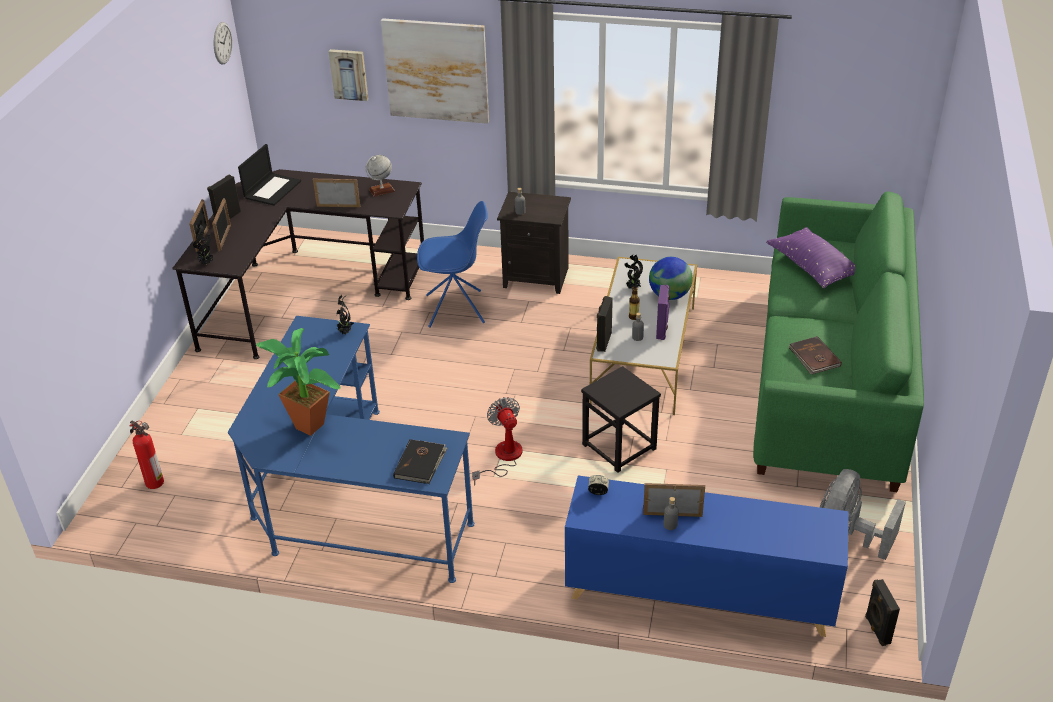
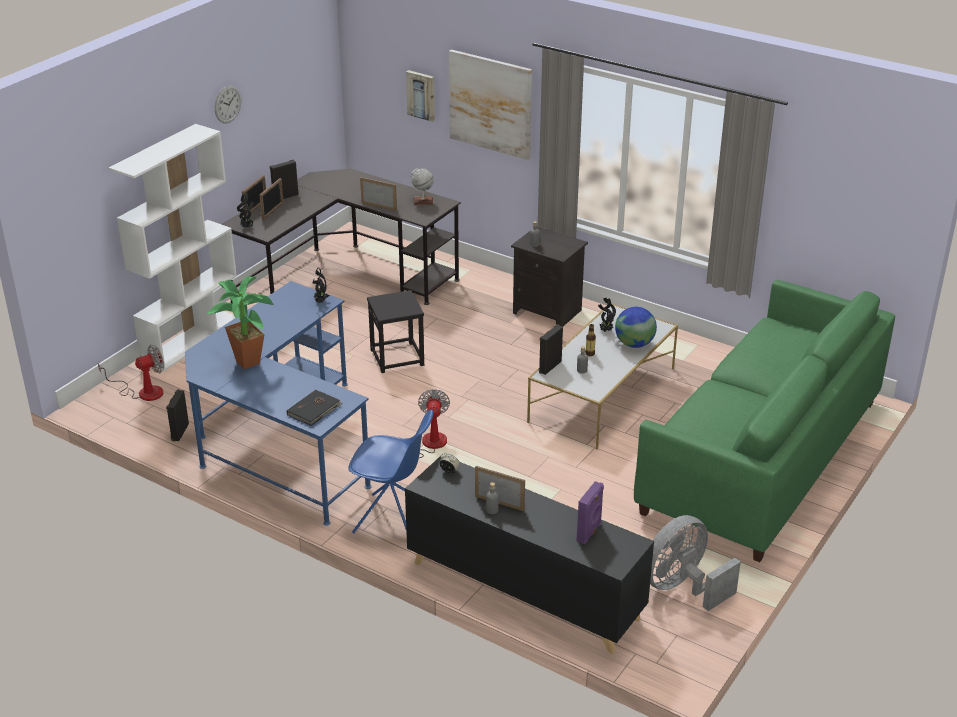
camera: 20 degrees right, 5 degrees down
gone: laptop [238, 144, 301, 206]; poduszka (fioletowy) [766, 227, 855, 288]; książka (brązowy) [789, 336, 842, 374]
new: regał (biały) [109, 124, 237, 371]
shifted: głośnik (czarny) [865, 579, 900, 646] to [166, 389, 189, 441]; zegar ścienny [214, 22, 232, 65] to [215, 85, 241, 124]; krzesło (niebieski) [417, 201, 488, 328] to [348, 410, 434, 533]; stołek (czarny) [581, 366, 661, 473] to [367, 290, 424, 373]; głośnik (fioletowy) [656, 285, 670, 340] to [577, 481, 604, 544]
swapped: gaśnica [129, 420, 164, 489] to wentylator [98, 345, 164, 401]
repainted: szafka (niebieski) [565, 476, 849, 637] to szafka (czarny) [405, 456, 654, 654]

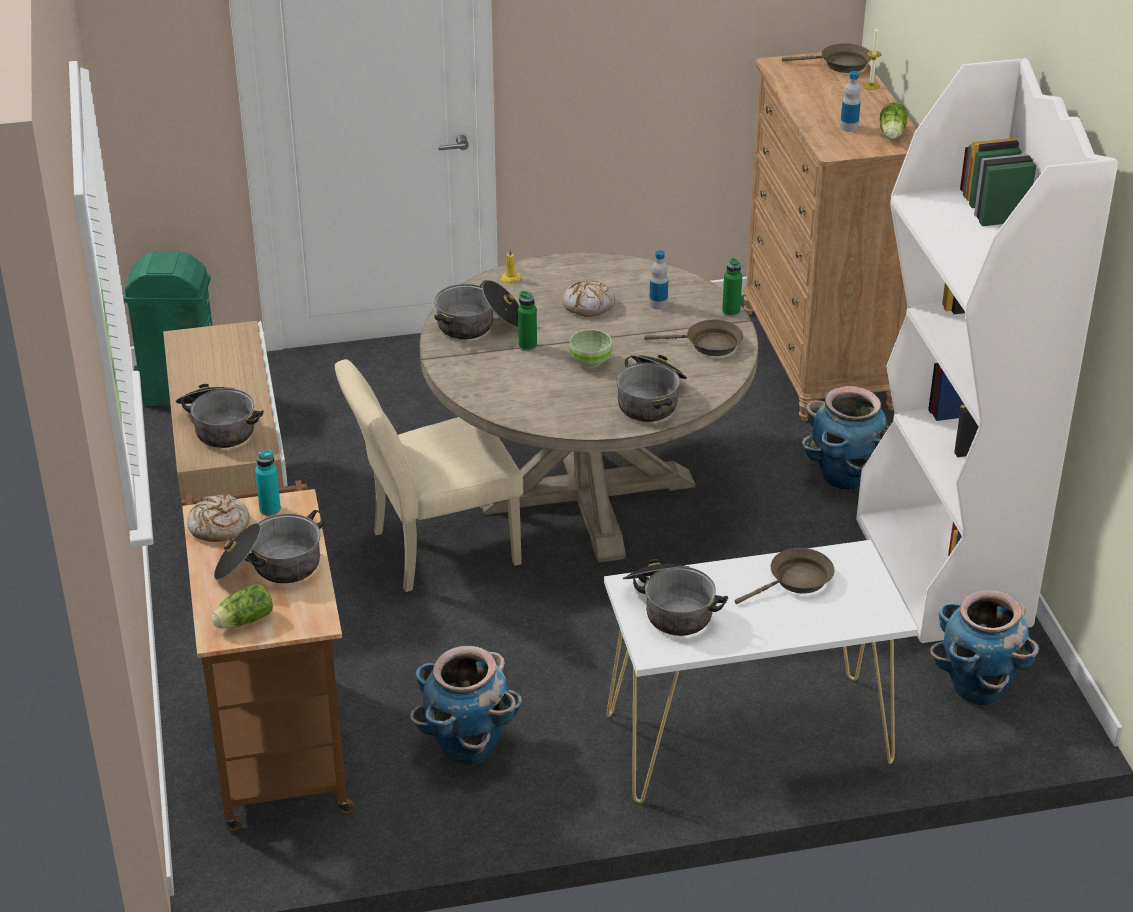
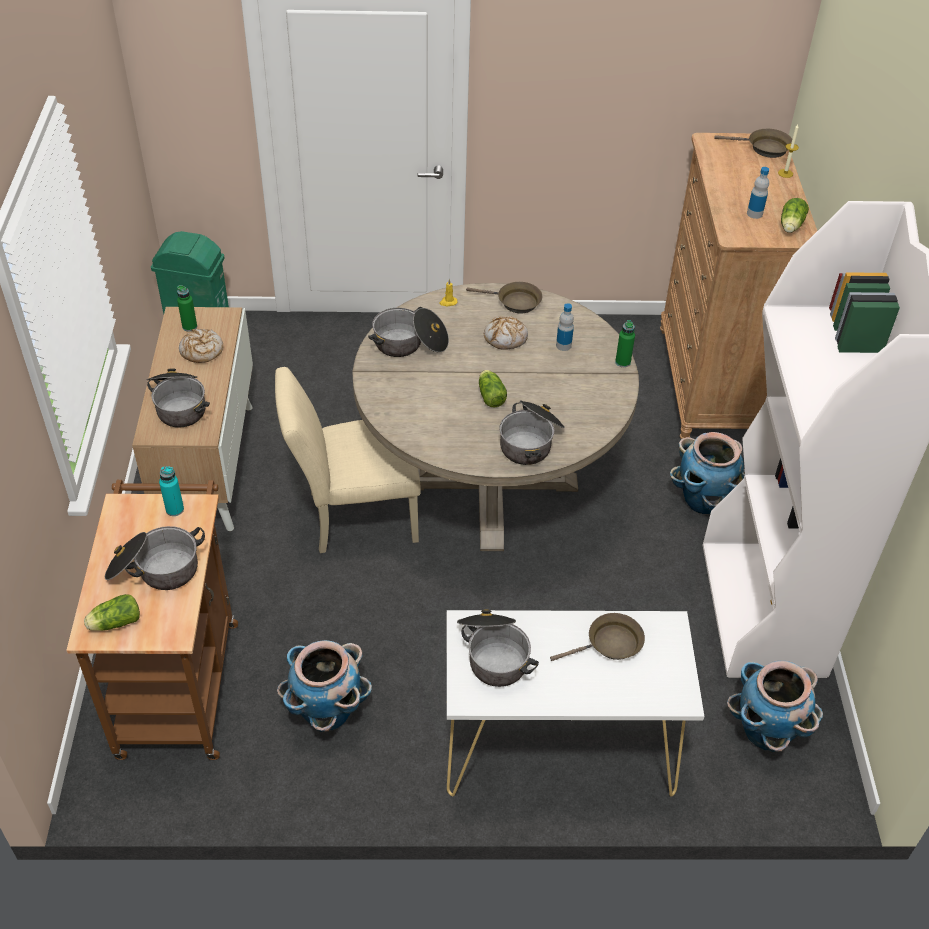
camera: 10 degrees right, 10 degrees up
shifted: butelka (zielony) [518, 291, 537, 351] to [177, 285, 197, 331]; chleb [187, 494, 250, 542] to [179, 329, 223, 363]; patelnia (brązowy) [644, 320, 743, 356] to [466, 282, 542, 313]
swapped: miska (zielony) [569, 329, 613, 368] to sałata [479, 370, 507, 407]

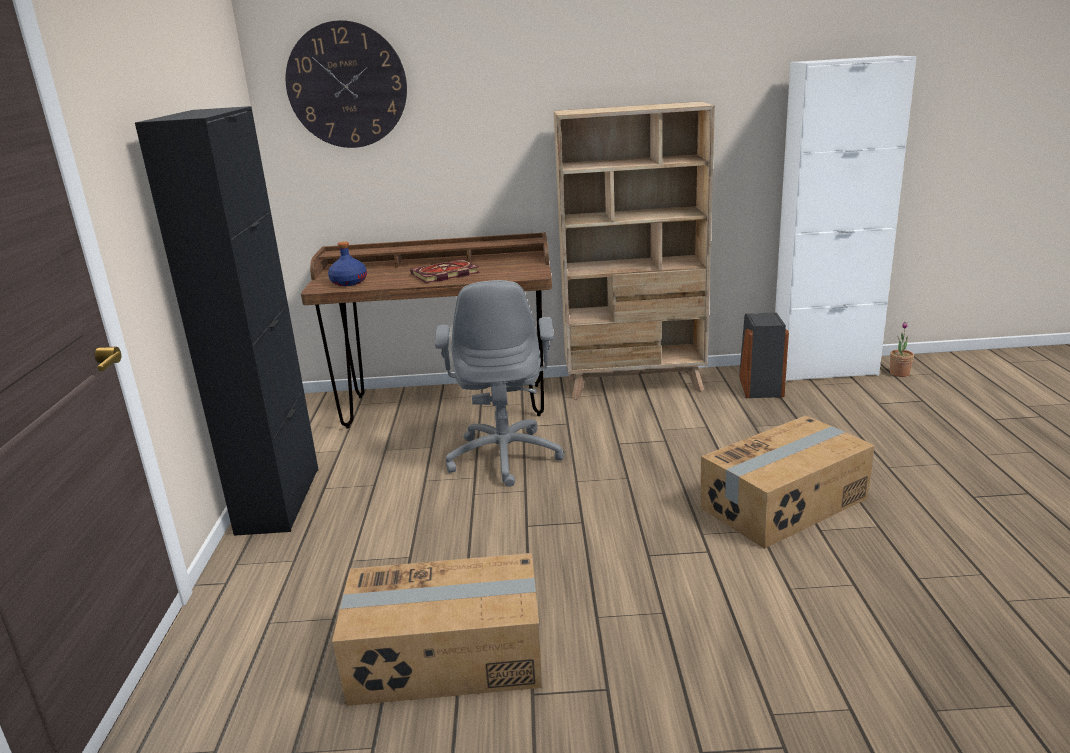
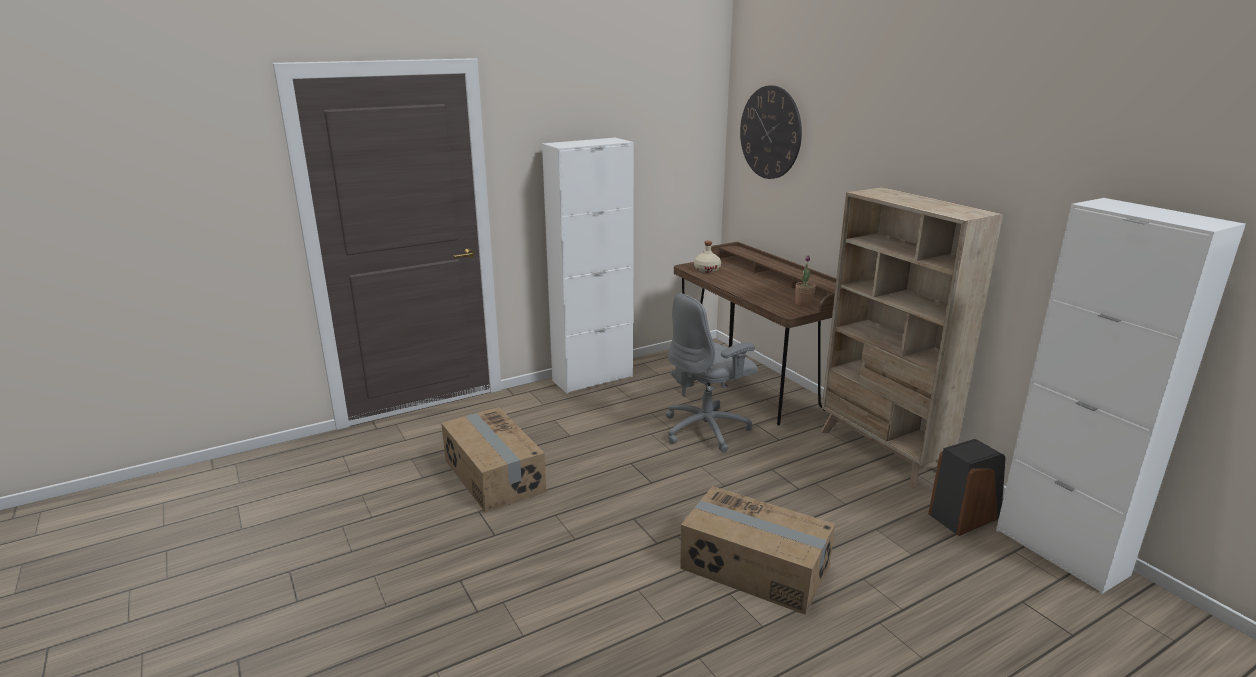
camera: 60 degrees right, 0 degrees up
gone: książka [410, 259, 479, 283]
shifted: roślina doniczkowa [890, 322, 914, 377] to [795, 255, 816, 307]
repainted: szafka (czarny) [135, 106, 319, 536] to szafka (biały) [542, 138, 634, 393]; butelka (niebieski) [328, 241, 367, 286] to butelka (beżowy) [694, 241, 721, 273]

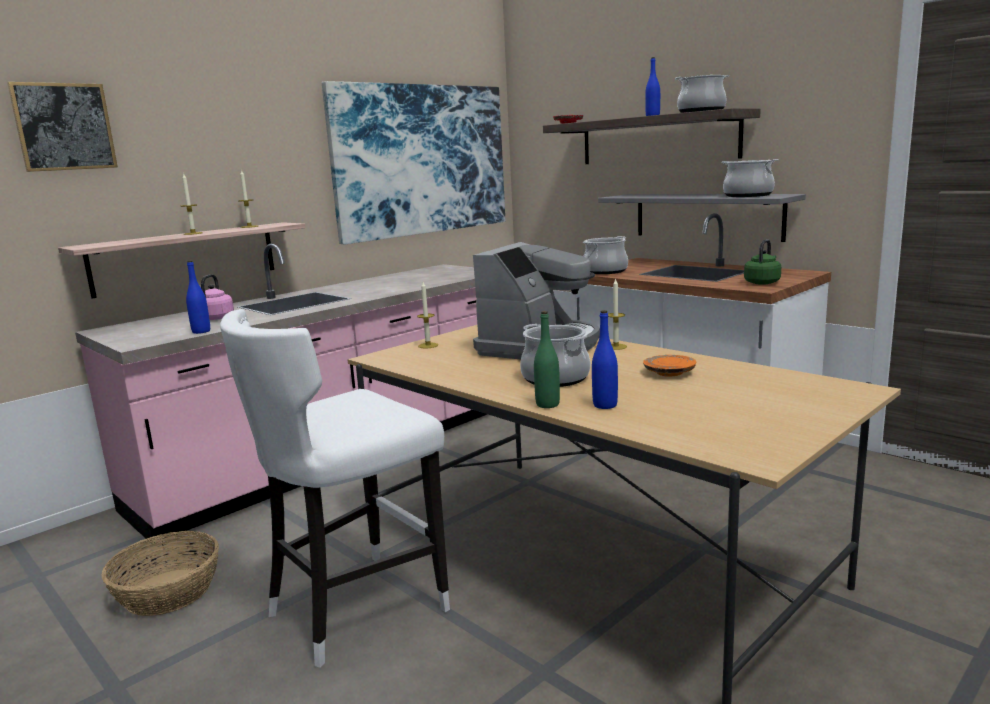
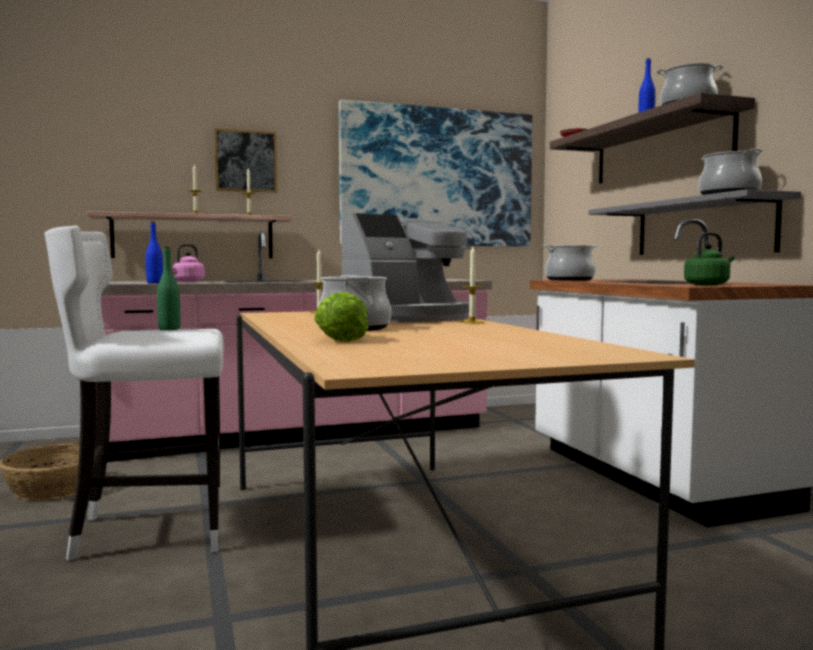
camera: 25 degrees right, 10 degrees down
gone: talerz (pomarańczowy) [643, 355, 696, 376]
shifted: butelka (zielony) [534, 311, 560, 408] to [157, 247, 180, 330]; obraz [7, 82, 118, 172] to [214, 128, 277, 193]
swapped: butelka (niebieski) [592, 310, 618, 409] to sałata [314, 292, 369, 342]

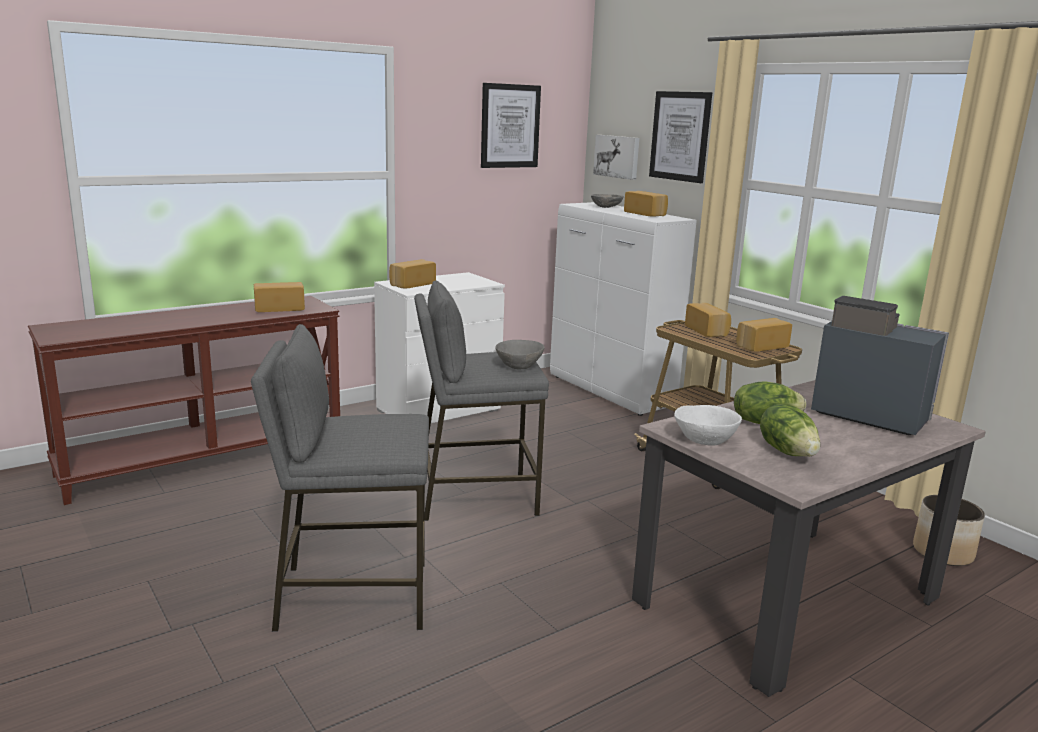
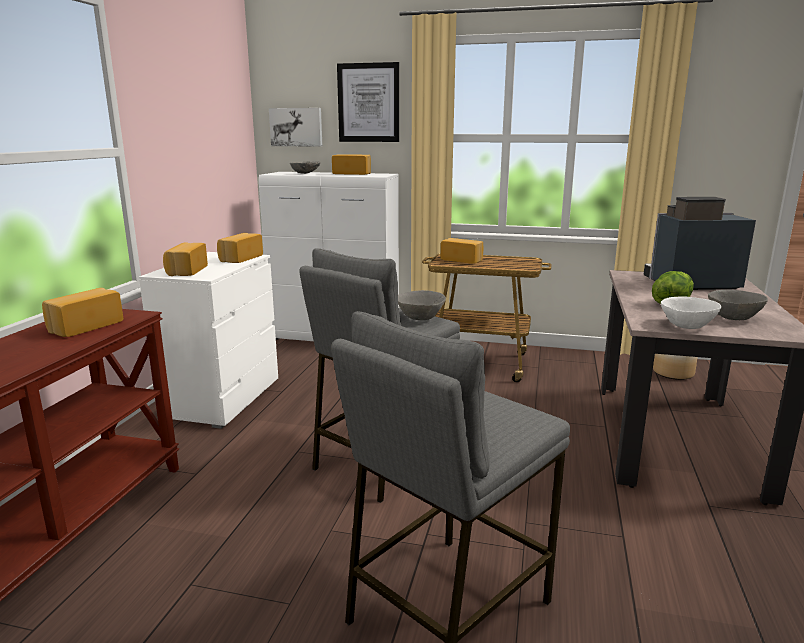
camera: 40 degrees left, 0 degrees up
gone: obraz [481, 83, 541, 168]
shifted: chleb [736, 318, 792, 352] to [217, 233, 263, 263]
swapped: sałata [760, 404, 820, 457] to miska (szary) [708, 290, 768, 320]

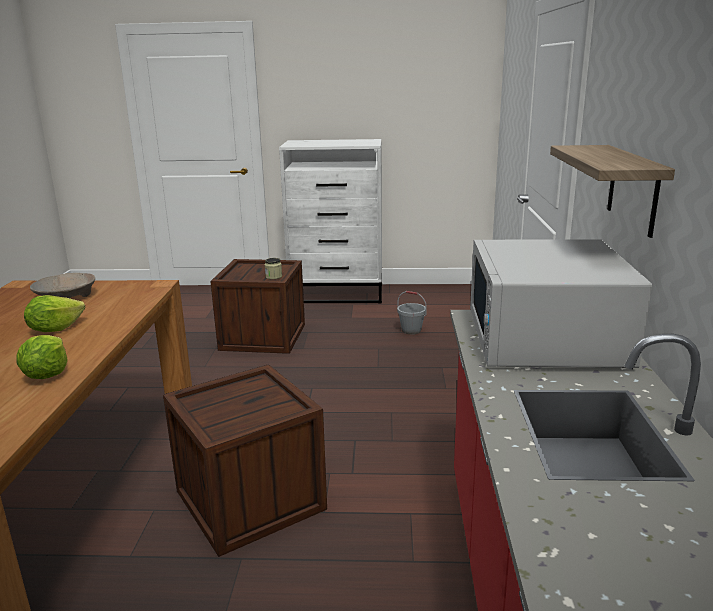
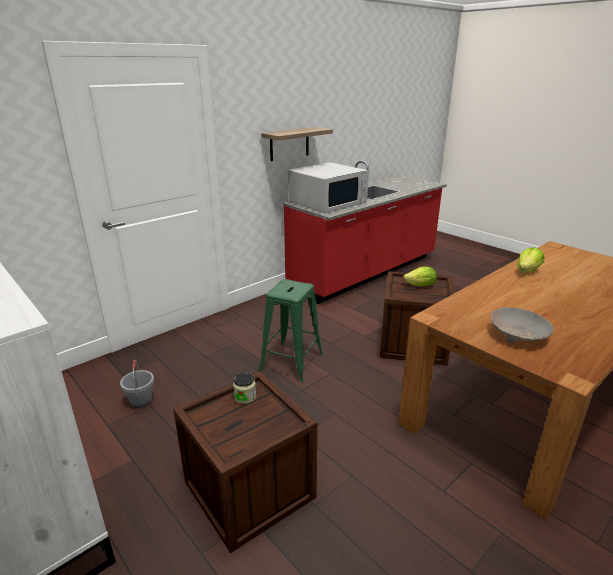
camera: 135 degrees left, 5 degrees up
new: stołek (zielony) [258, 279, 323, 383]
shifted: sałata [24, 295, 85, 332] to [403, 266, 437, 287]

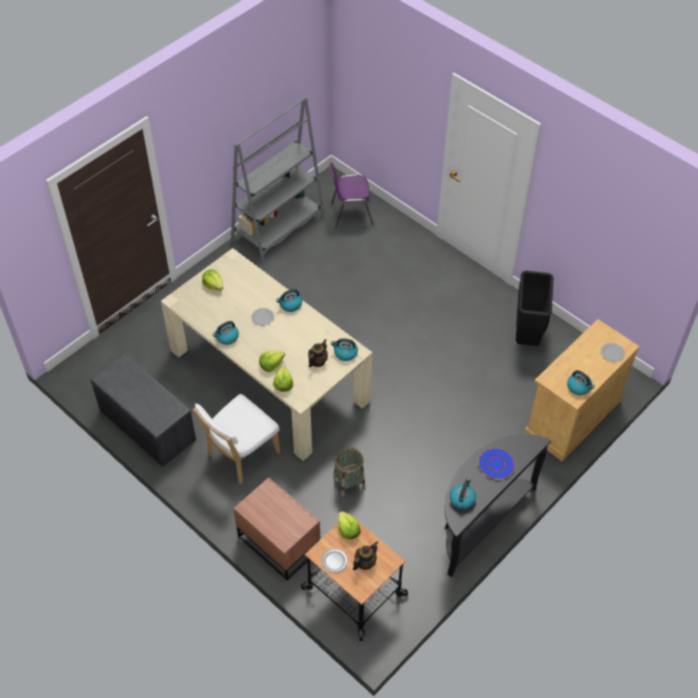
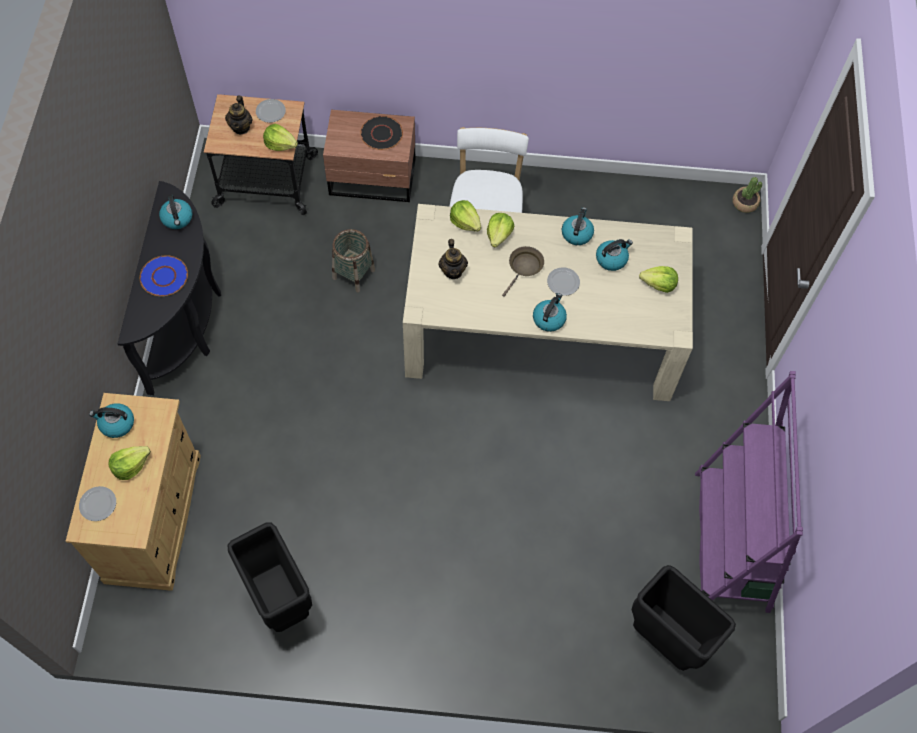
camera: 140 degrees right, 10 degrees up
gone: ławka (szary) [90, 354, 196, 467]
new: sałata [109, 446, 151, 480]; talerz (czarny) [360, 116, 403, 150]; patelnia (brązowy) [502, 246, 544, 297]; roślina doniczkowa [732, 177, 762, 213]
shifted: czajnik [331, 338, 358, 361] to [596, 239, 633, 271]
swapped: krzesło (fioletowy) [330, 162, 374, 228] to kosz na śmieci (czarny) [631, 565, 736, 671]
repainted: regał (szary) [231, 97, 325, 263] to regał (fioletowy) [695, 371, 803, 613]

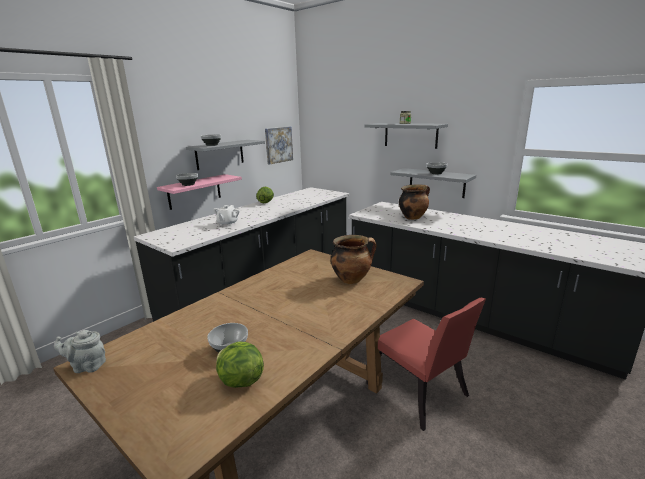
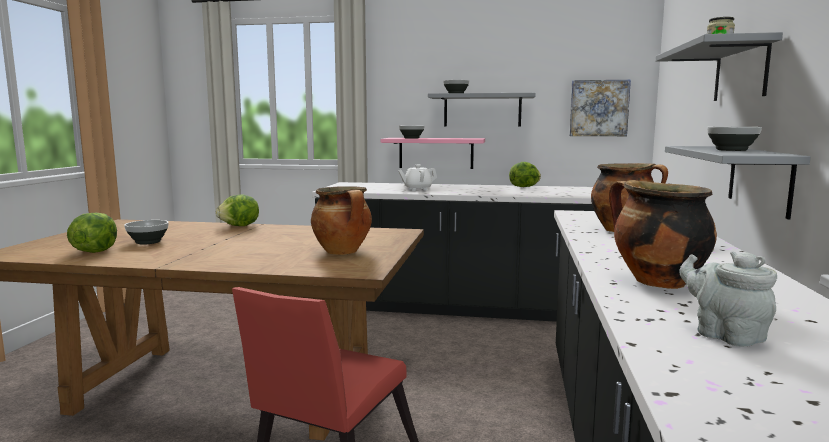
camera: 60 degrees right, 10 degrees down
new: sałata [216, 195, 259, 226]; garnek [609, 180, 717, 289]
shifted: imbryk (szary) [54, 330, 106, 373] to [679, 252, 777, 347]

